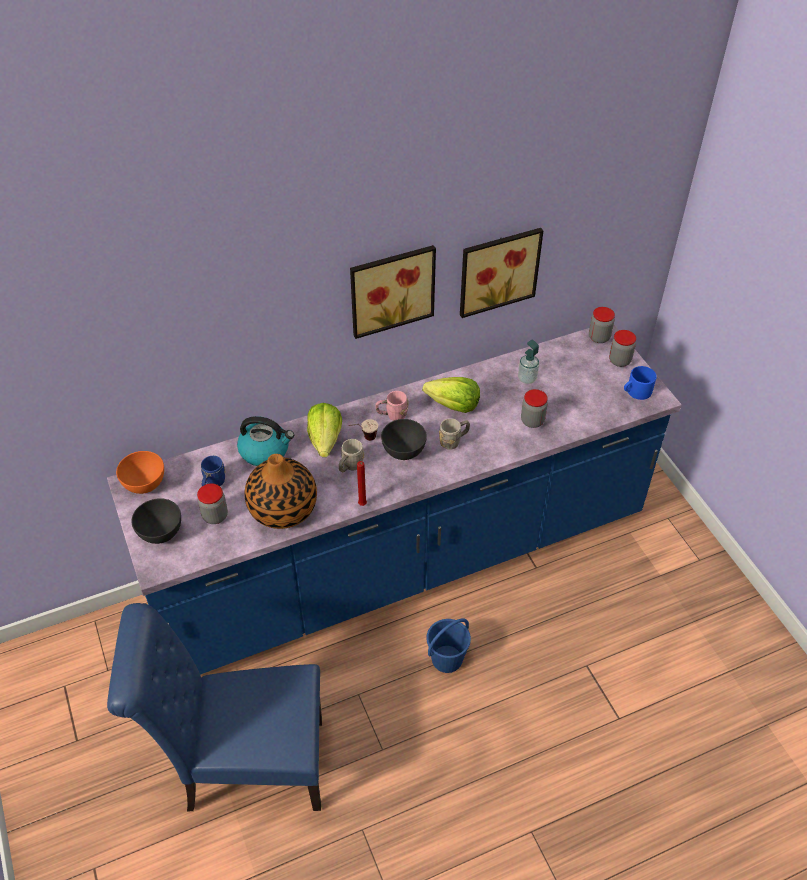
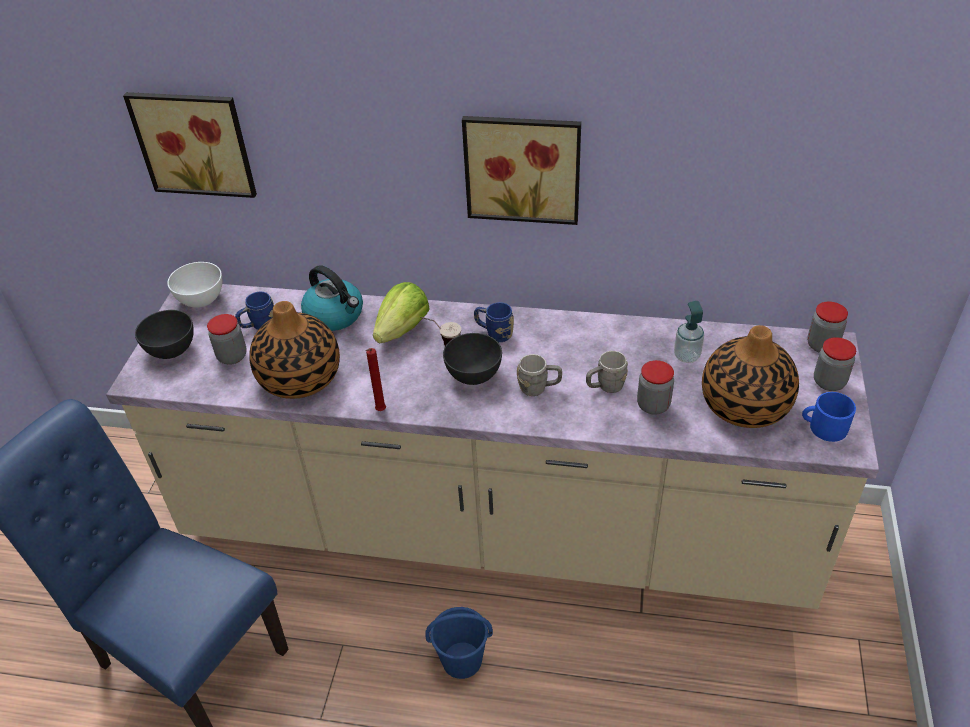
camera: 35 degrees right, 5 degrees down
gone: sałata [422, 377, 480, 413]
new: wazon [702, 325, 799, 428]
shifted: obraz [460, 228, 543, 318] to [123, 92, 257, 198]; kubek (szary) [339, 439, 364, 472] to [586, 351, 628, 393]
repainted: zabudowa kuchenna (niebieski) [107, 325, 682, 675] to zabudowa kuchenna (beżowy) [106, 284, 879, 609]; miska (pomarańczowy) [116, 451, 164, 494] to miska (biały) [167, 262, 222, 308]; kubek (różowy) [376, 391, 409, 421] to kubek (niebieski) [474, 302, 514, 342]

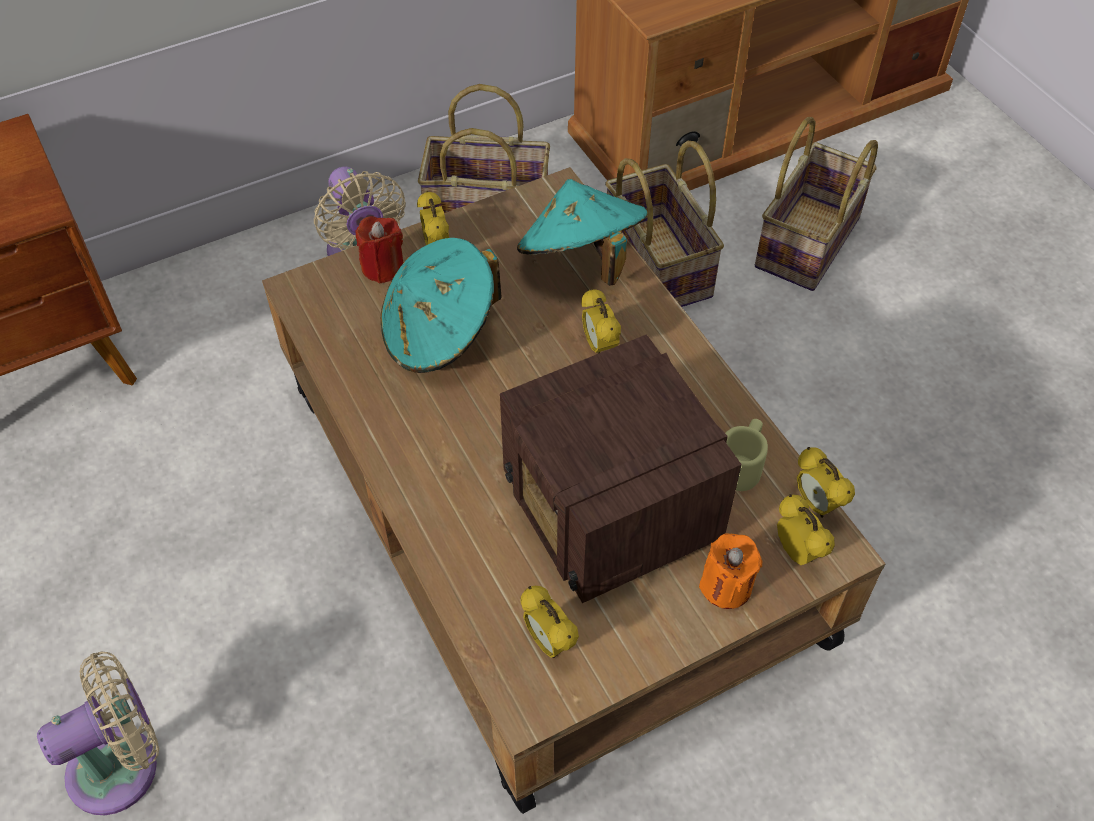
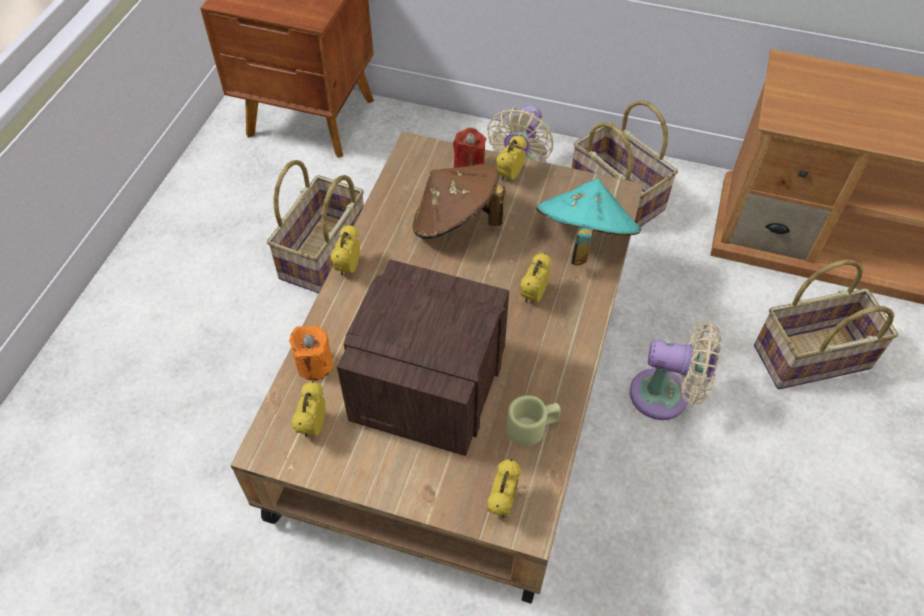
camera: 45 degrees right, 0 degrees up
shifted: koszyk [605, 141, 724, 307] to [267, 160, 364, 293]; świeca (pomarańczowy) [699, 533, 762, 609] to [289, 326, 333, 380]; budzik [797, 447, 855, 518] to [330, 224, 360, 275]; wentylator (beżowy) [37, 652, 159, 815] to [630, 322, 721, 420]
repainted: kapelusz (turkusowy) [381, 238, 502, 373] to kapelusz (brązowy) [412, 164, 506, 239]

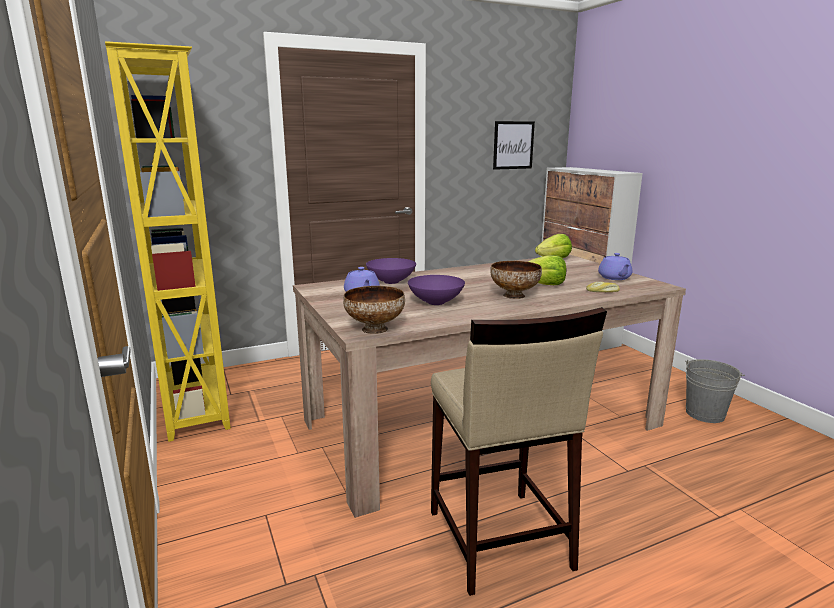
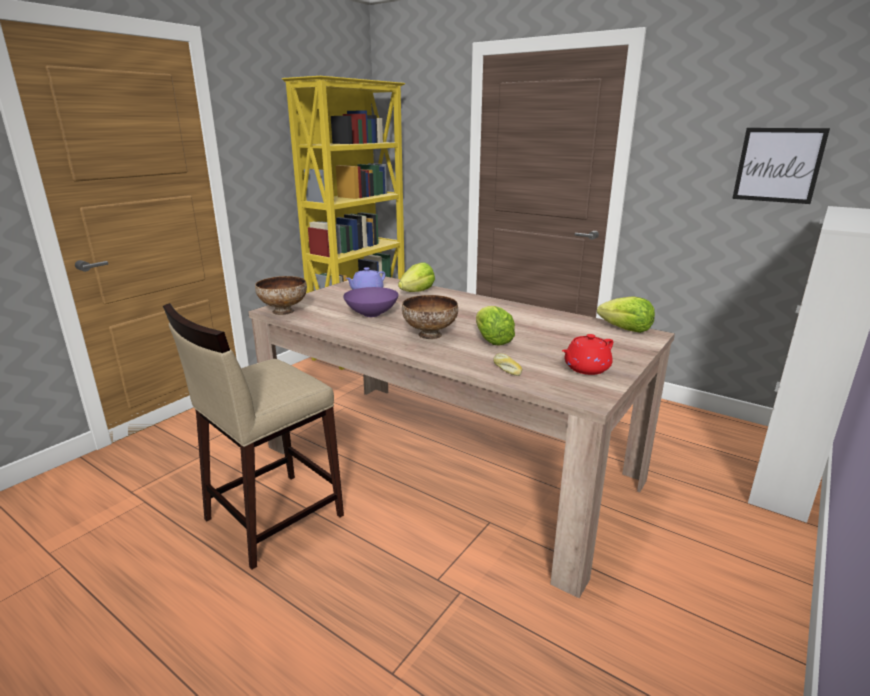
camera: 60 degrees right, 5 degrees up
gone: wiadro (szary) [685, 359, 745, 423]
swapped: miska (fioletowy) [366, 258, 416, 284] to sałata [398, 262, 435, 292]
repainted: imbryk (fioletowy) [598, 253, 633, 280] to imbryk (czerwony) [562, 334, 613, 375]

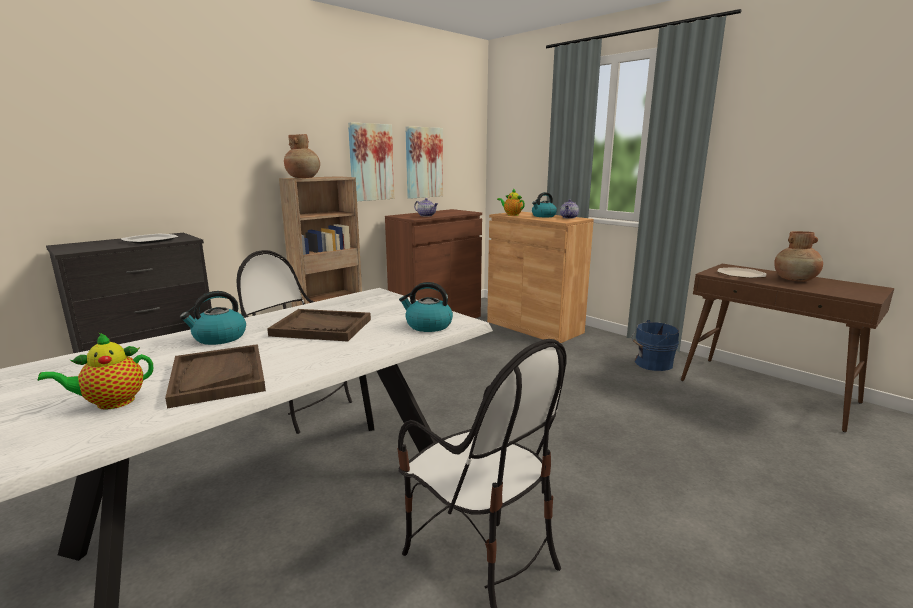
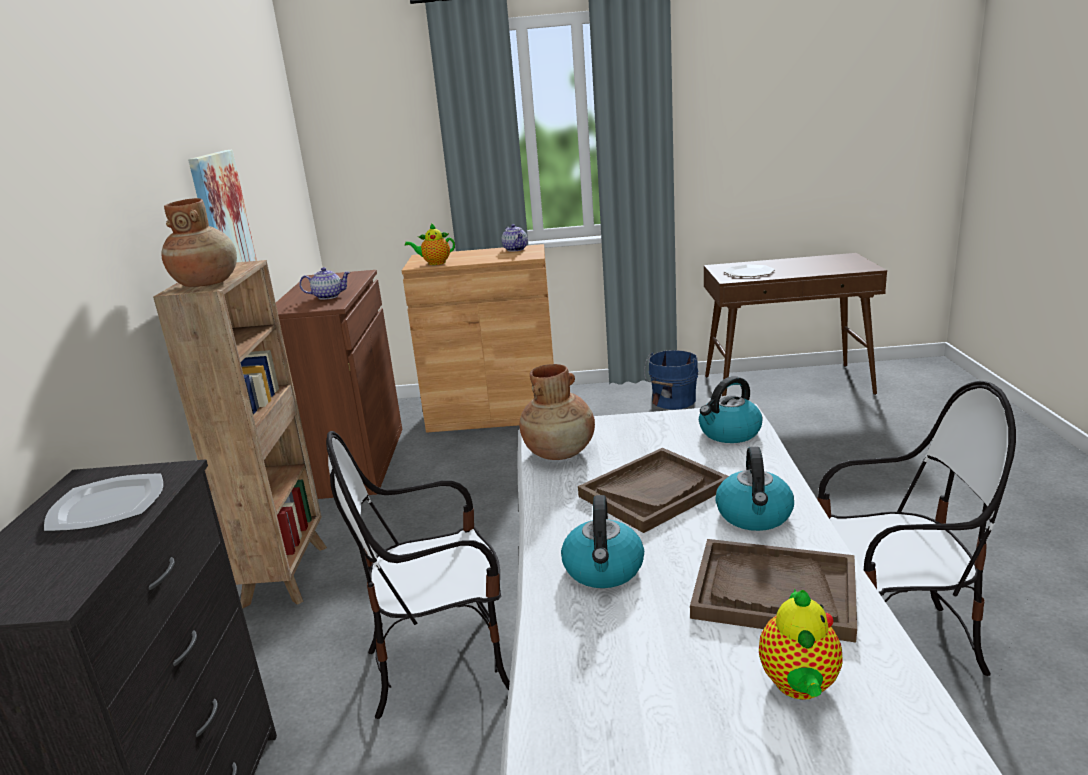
camera: 45 degrees left, 5 degrees up
gone: obraz [405, 126, 443, 199]
shifted: wazon (brązowy) [774, 231, 823, 282] to [519, 364, 595, 460]; czajnik [532, 192, 557, 217] to [715, 447, 794, 531]

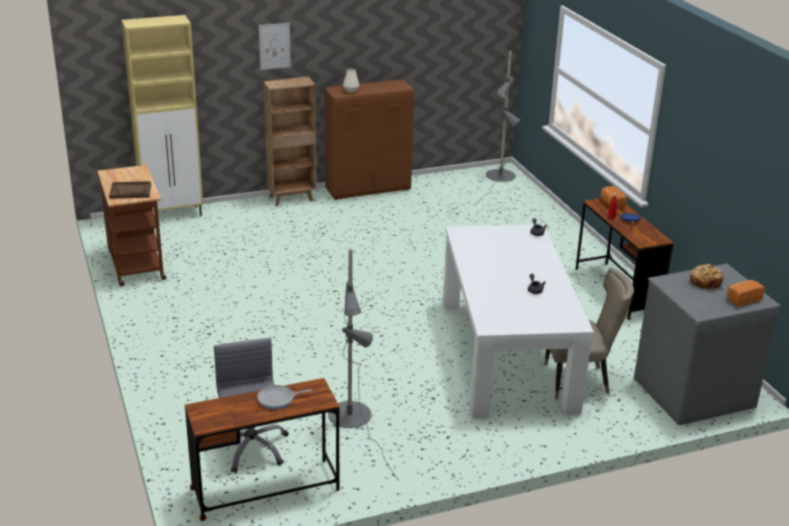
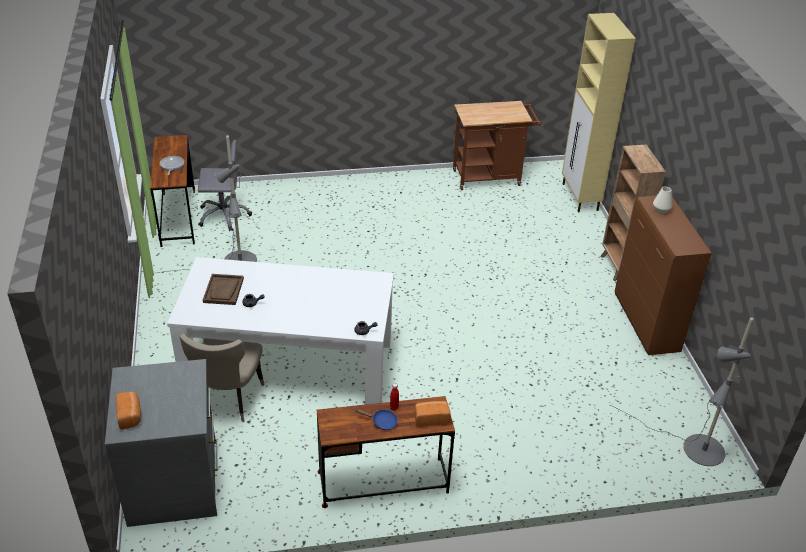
camera: 100 degrees right, 10 degrees up
gone: obraz [259, 23, 291, 70]; chleb [690, 264, 725, 289]
shifted: taca (brązowy) [109, 181, 151, 199] to [203, 274, 244, 305]

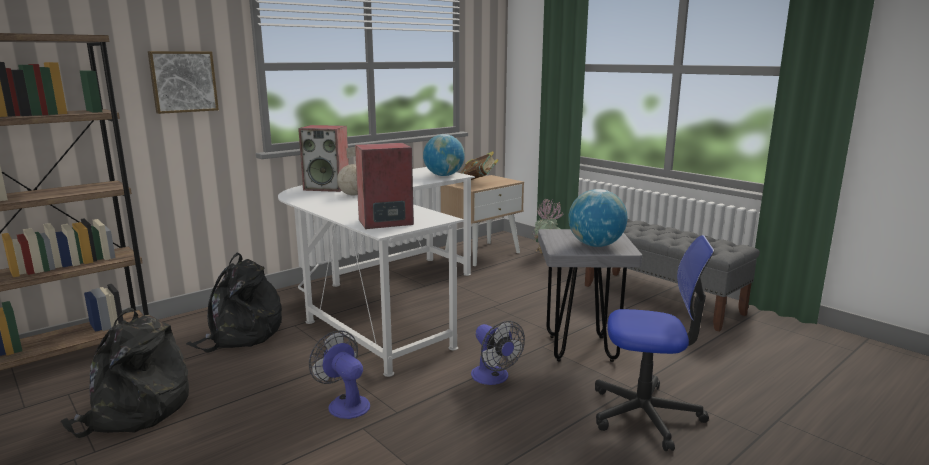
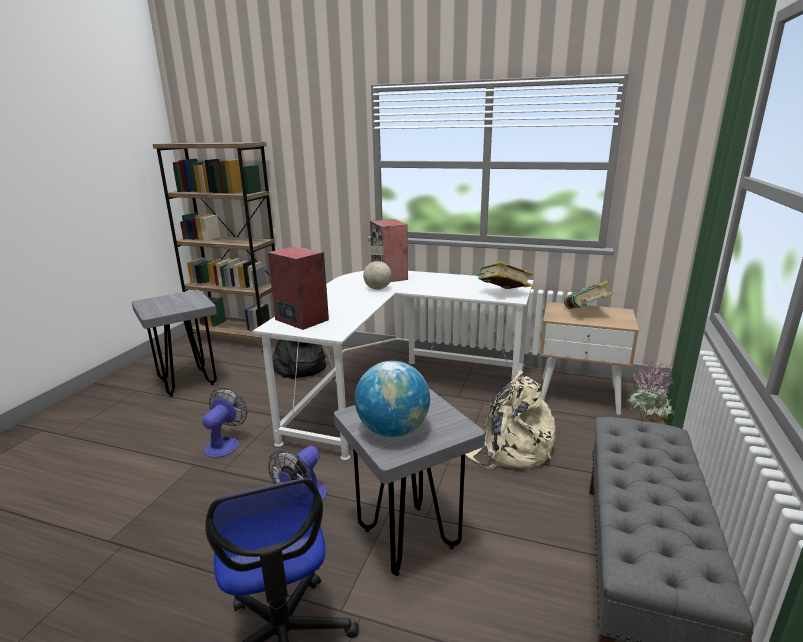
camera: 60 degrees right, 5 degrees up
gone: obraz [148, 51, 219, 114]
new: plecak (beżowy) [465, 370, 556, 469]
swapped: plecak (czarny) [61, 308, 189, 438] to stołek (szary) [132, 290, 217, 397]; globus [423, 134, 465, 176] to książka [478, 261, 533, 289]

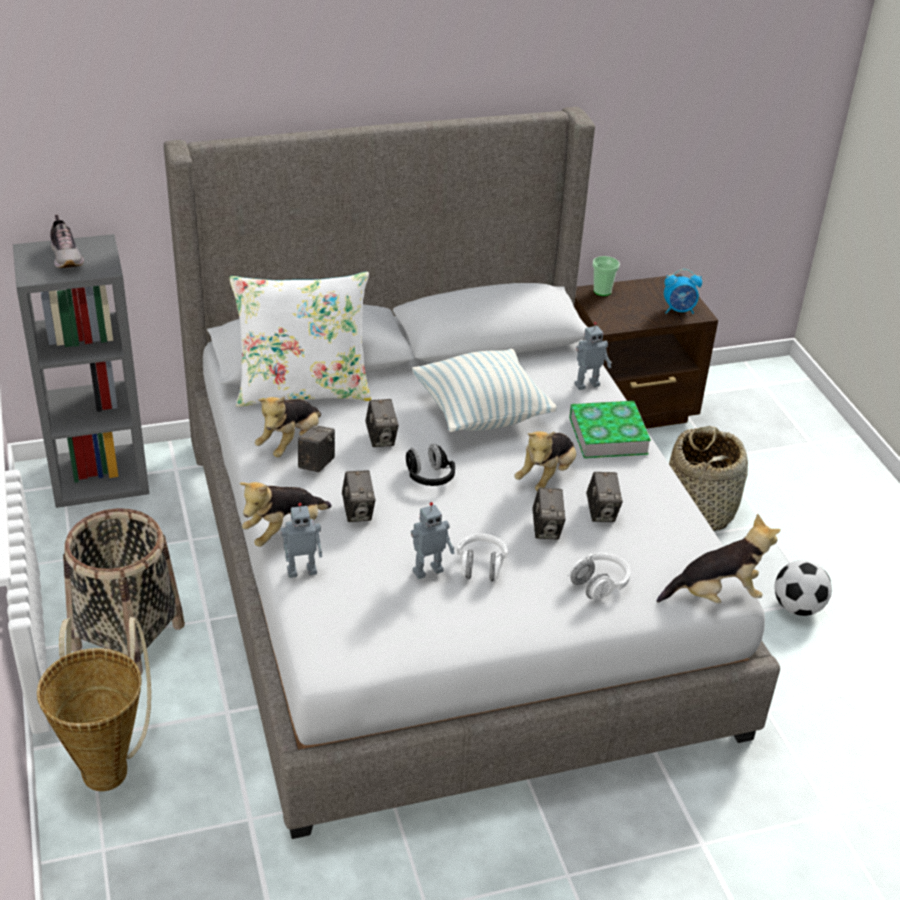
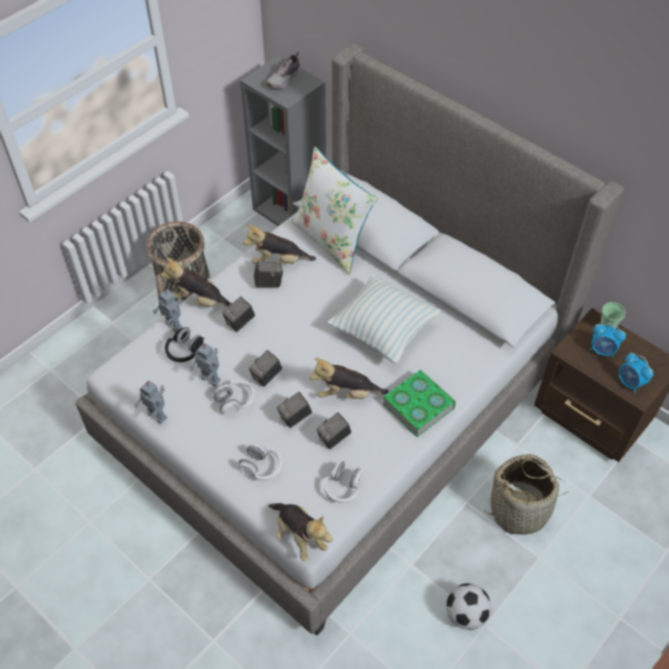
camera: 60 degrees right, 15 degrees up
gone: koszyk [37, 617, 151, 791]
new: słuchawki (biały) [324, 462, 363, 503]; budzik [589, 323, 626, 358]
shifted: robot zabawkowy [575, 322, 612, 390] to [134, 380, 167, 424]; słuchawki (czarny) [406, 444, 455, 486] to [165, 327, 204, 362]; aparat fotograficzny [365, 399, 399, 447] to [249, 350, 282, 387]

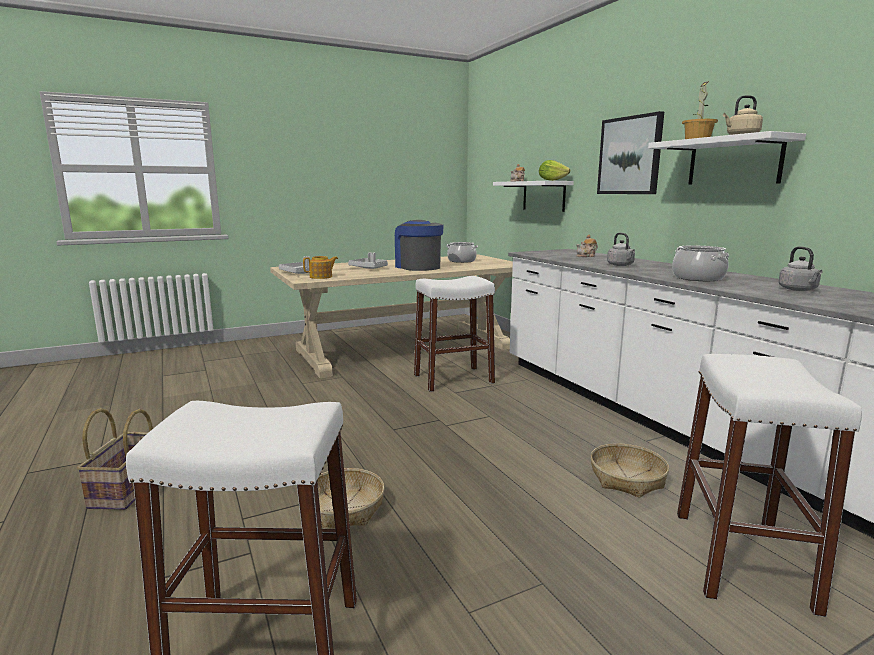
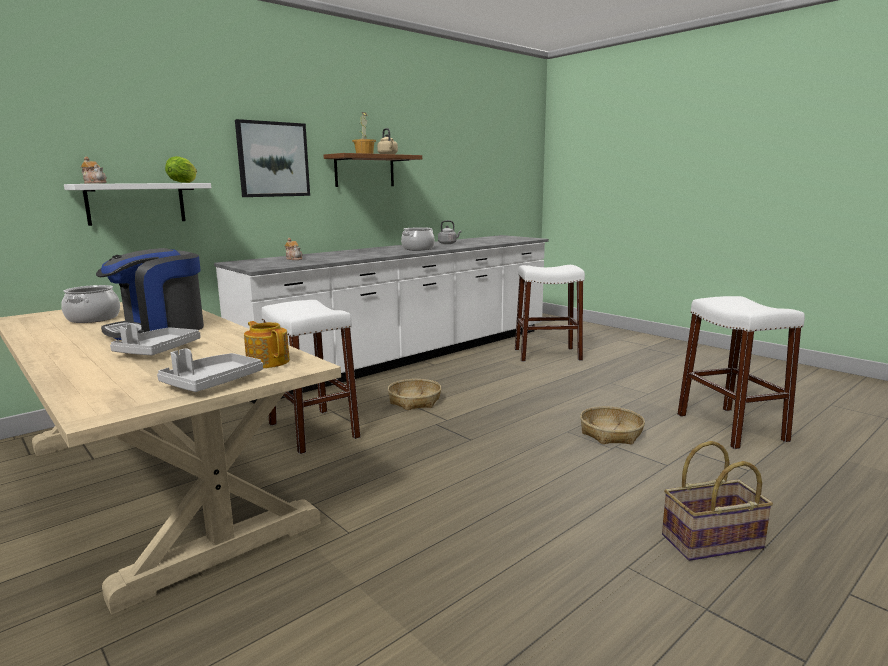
camera: 105 degrees left, 0 degrees up
gone: czajnik (szary) [607, 233, 635, 266]
shifted: koszyk [590, 443, 669, 498] to [388, 379, 441, 410]
repainted: półka (biały) [648, 131, 806, 185] to półka (brązowy) [324, 153, 422, 187]

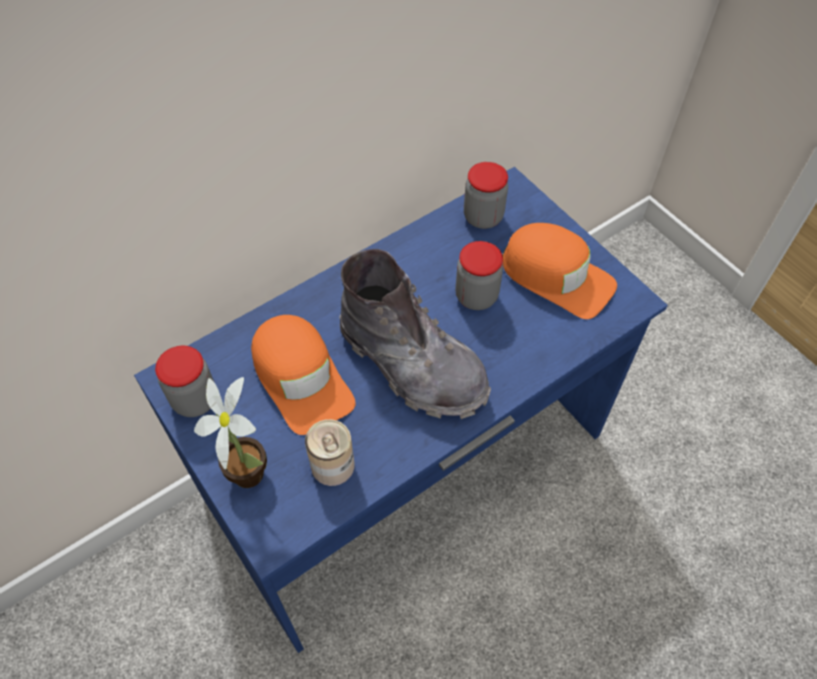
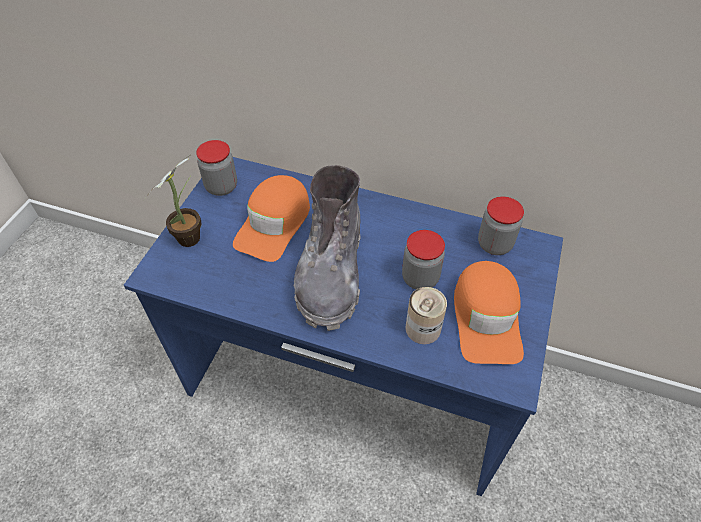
camera: 55 degrees right, 5 degrees down
shifted: puszka [305, 419, 354, 486] to [405, 287, 447, 344]

